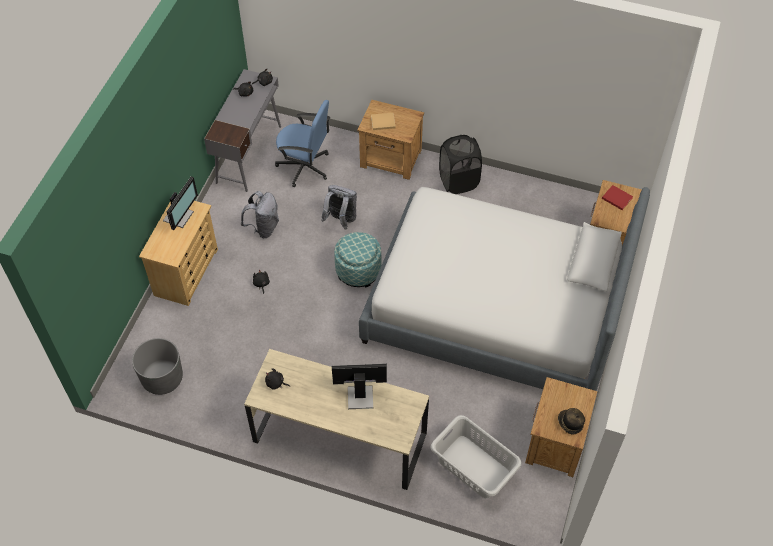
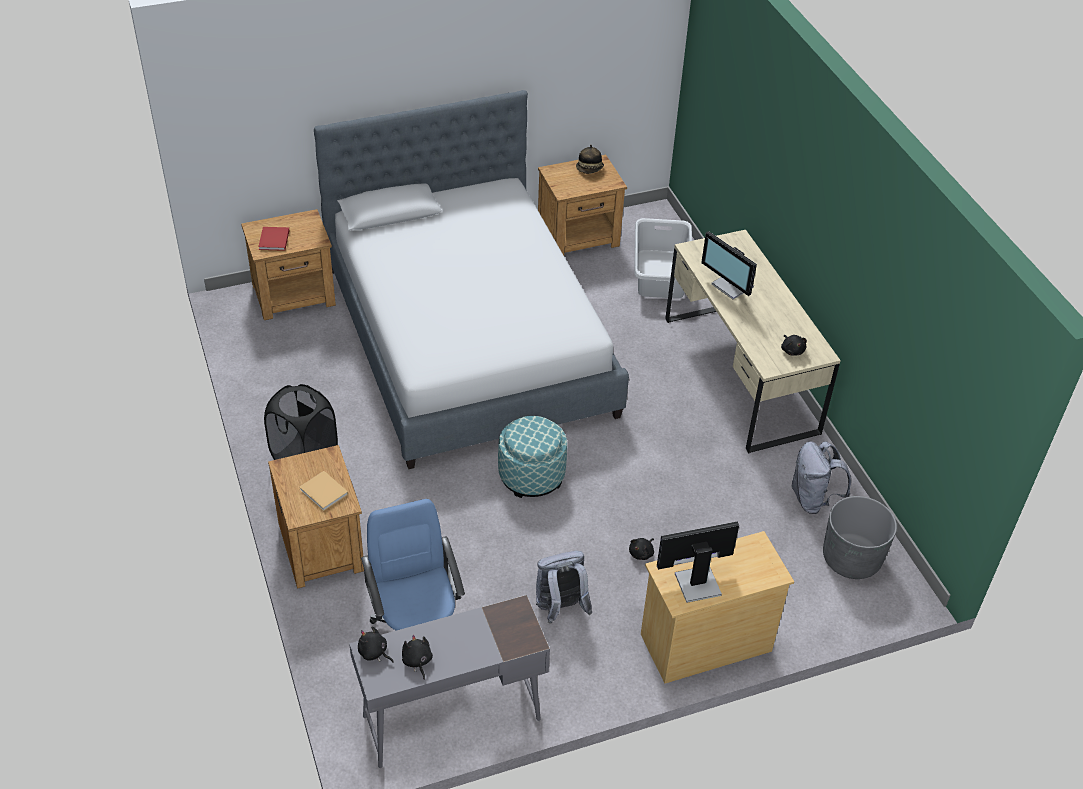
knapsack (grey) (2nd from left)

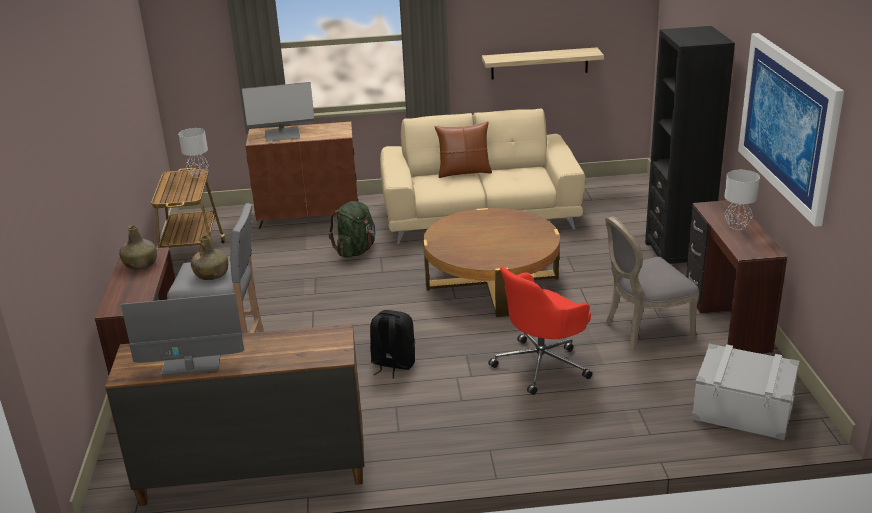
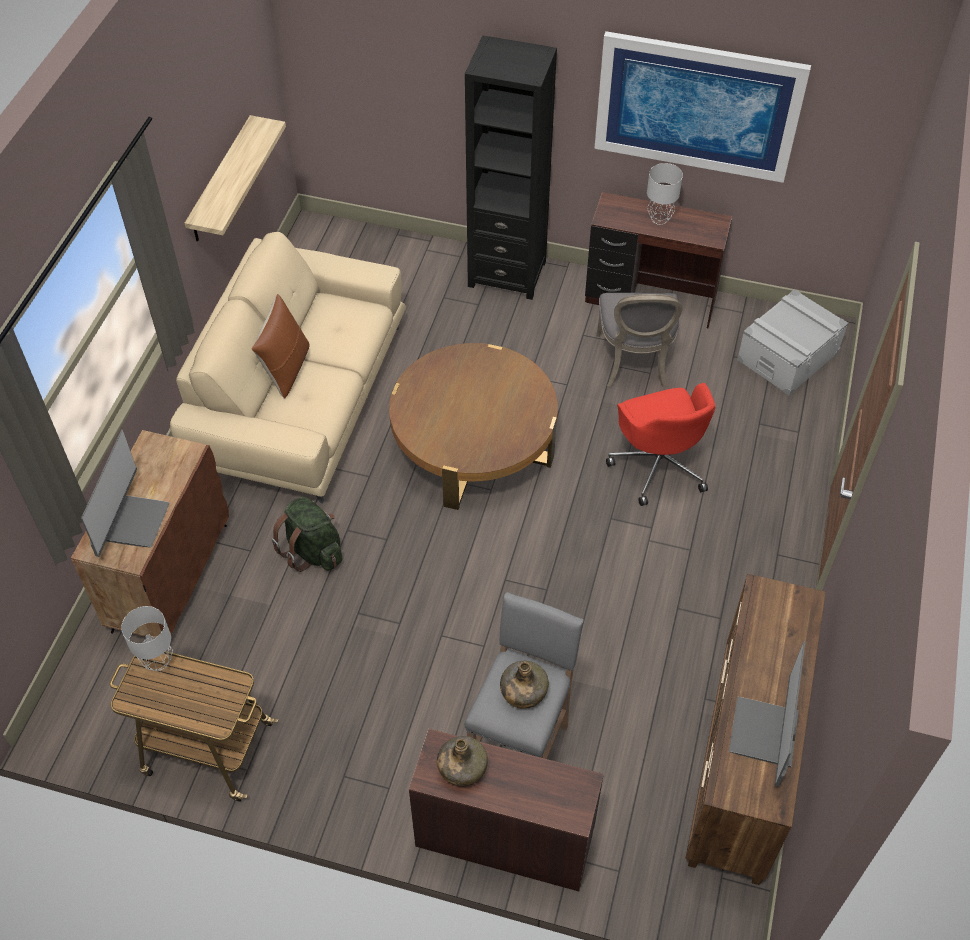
knapsack (black)

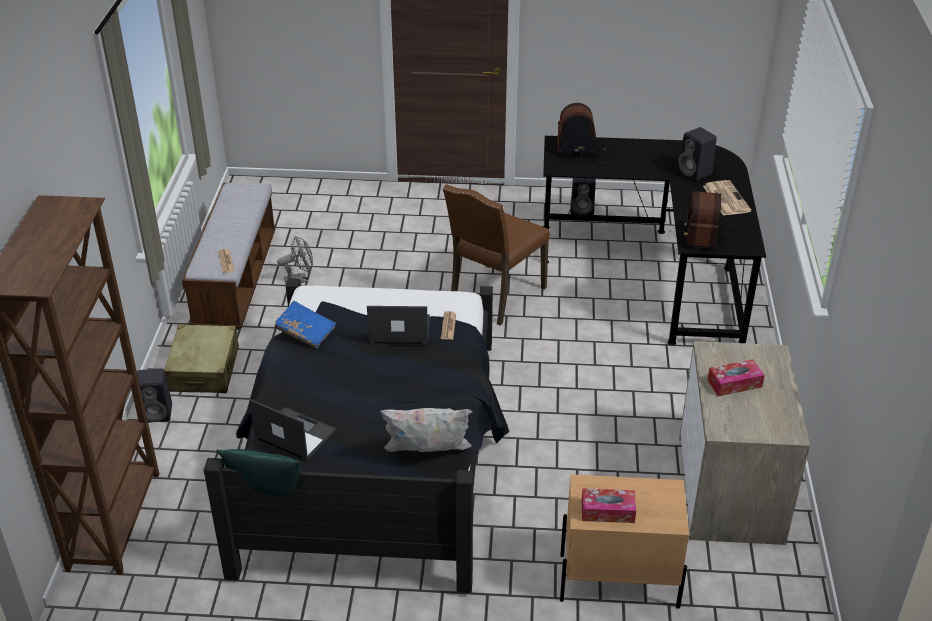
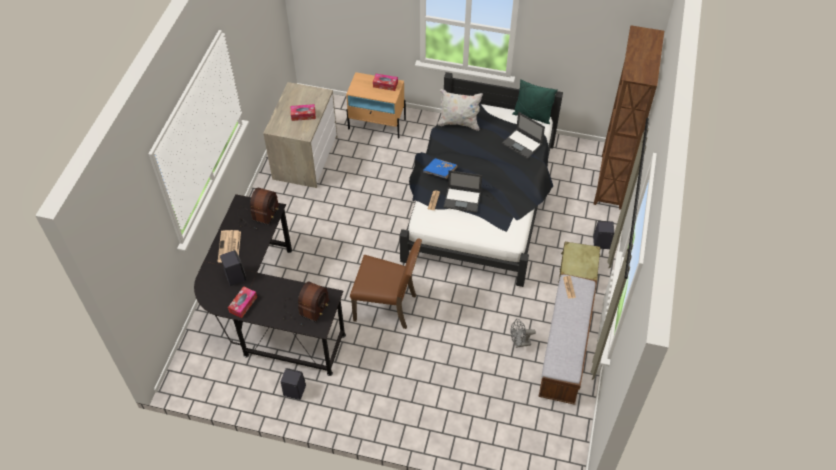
radio receiver (2nd from left)
plain chair (brown-coloured)
book (blue)
box of tissues (1st from left)

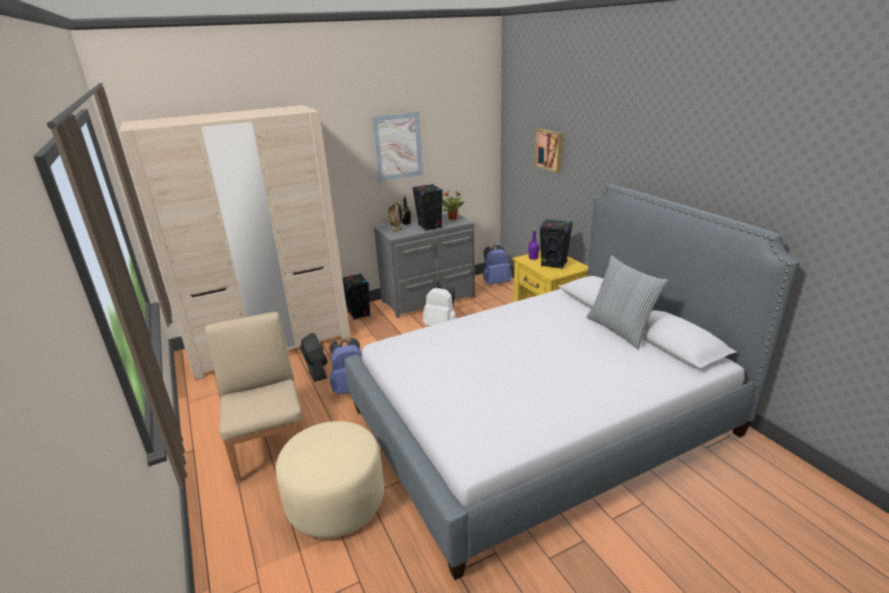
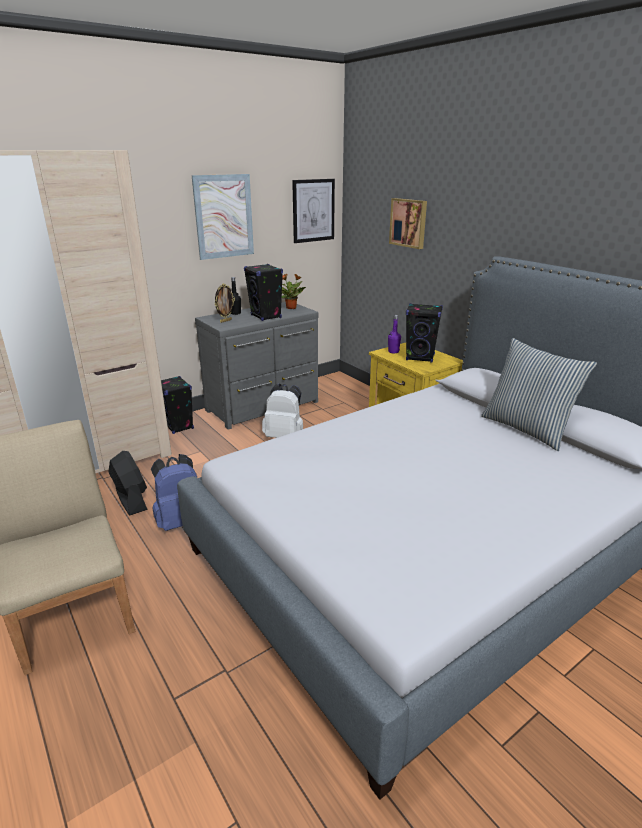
knapsack (blue) (2nd from left in the first image)
ottoman (beige)
picture (2nd from left)

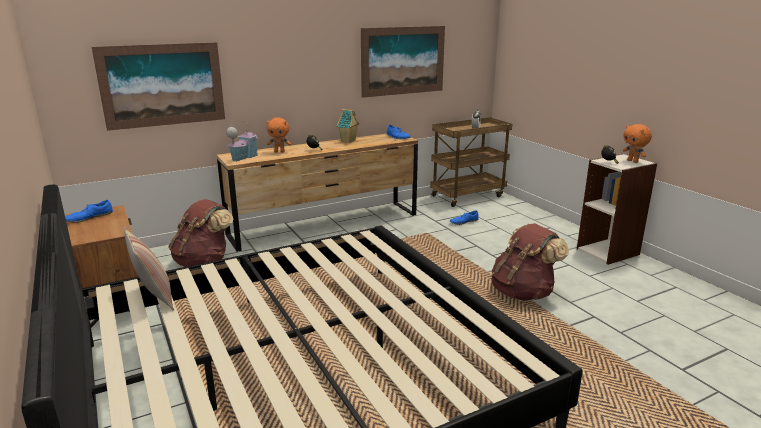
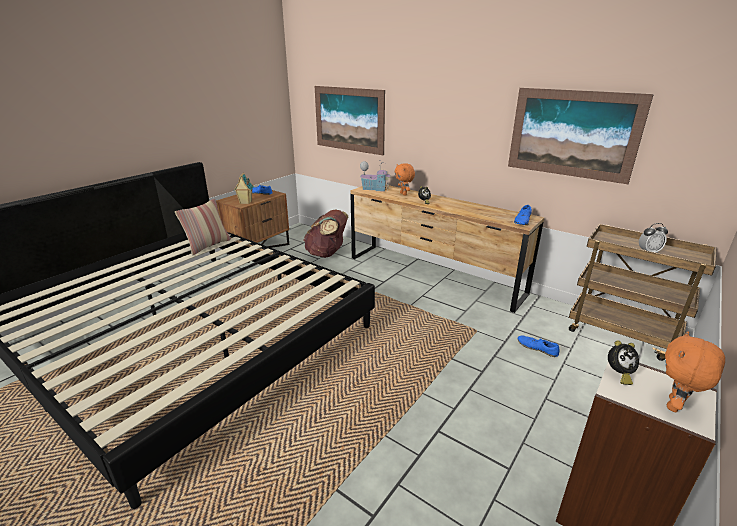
model house (1st from left)
knapsack (brown-coloured) (2nd from left in the first image)

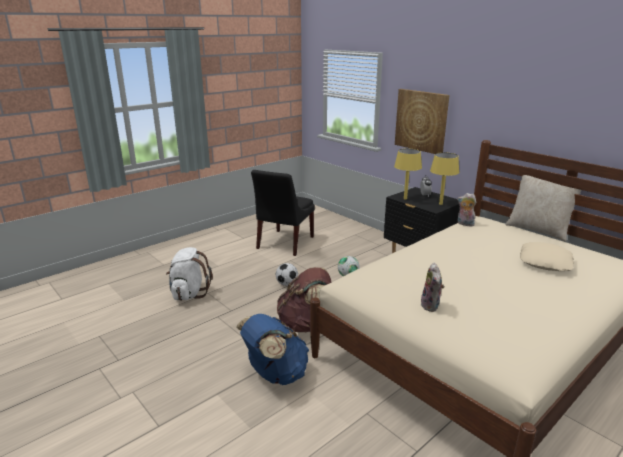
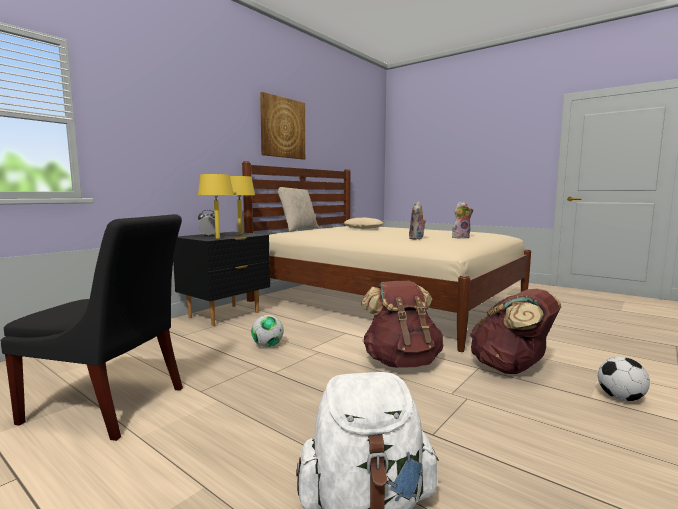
picture
plush toy (1st from left)
ball for football (2nd from left)
knapsack (brown-coloured) (2nd from left)

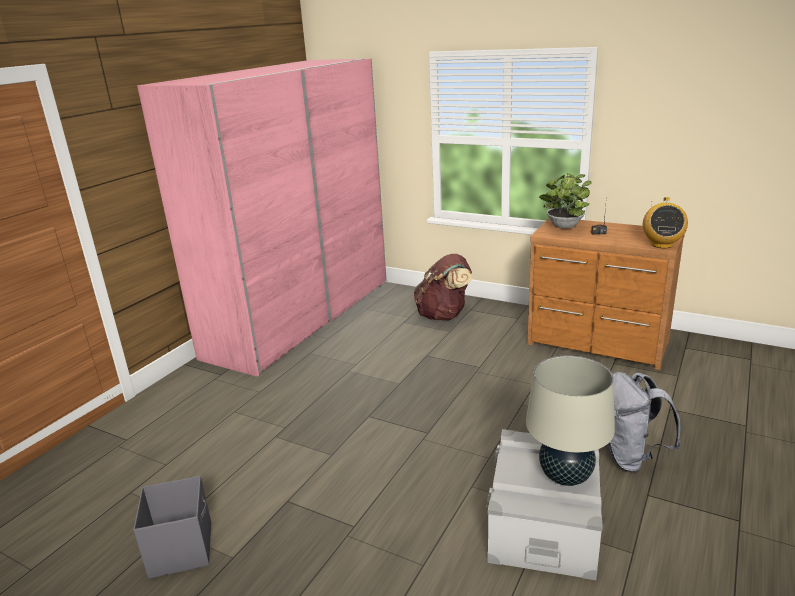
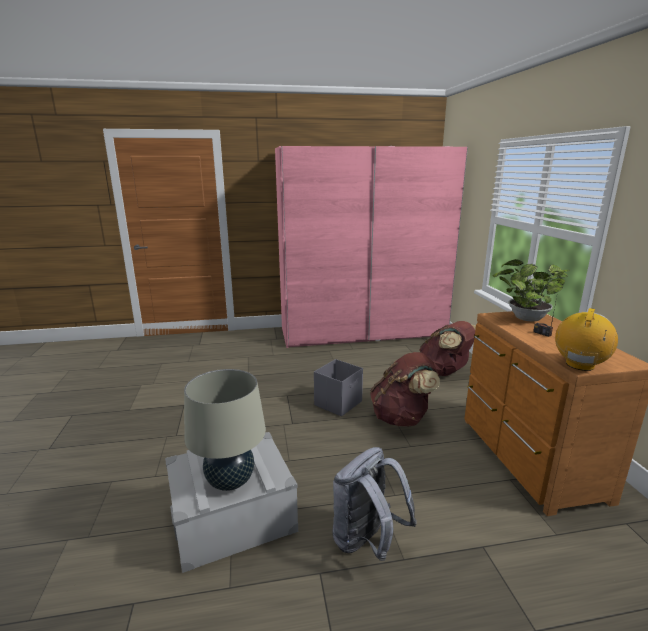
radio receiver (2nd from left)
storage bin (grey) (2nd from left)
knapsack (brown-coloured) (1st from left)

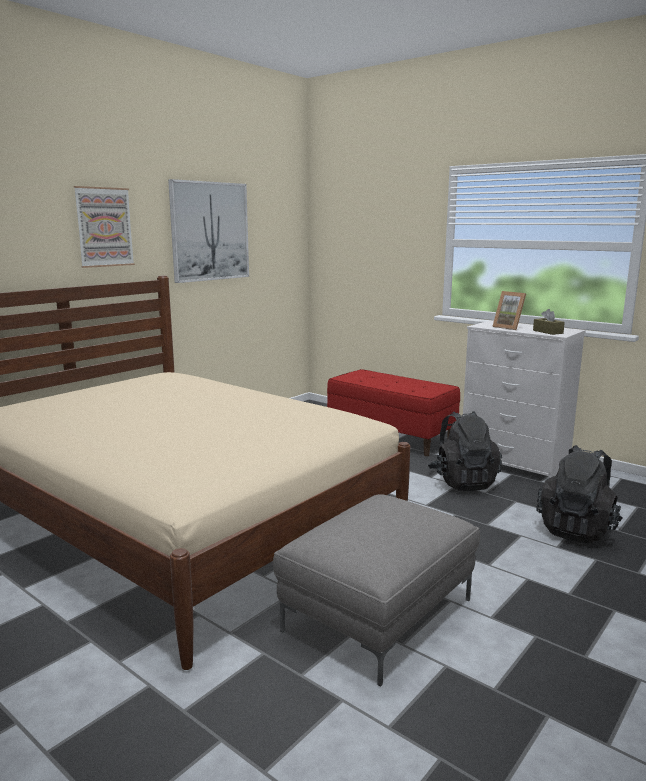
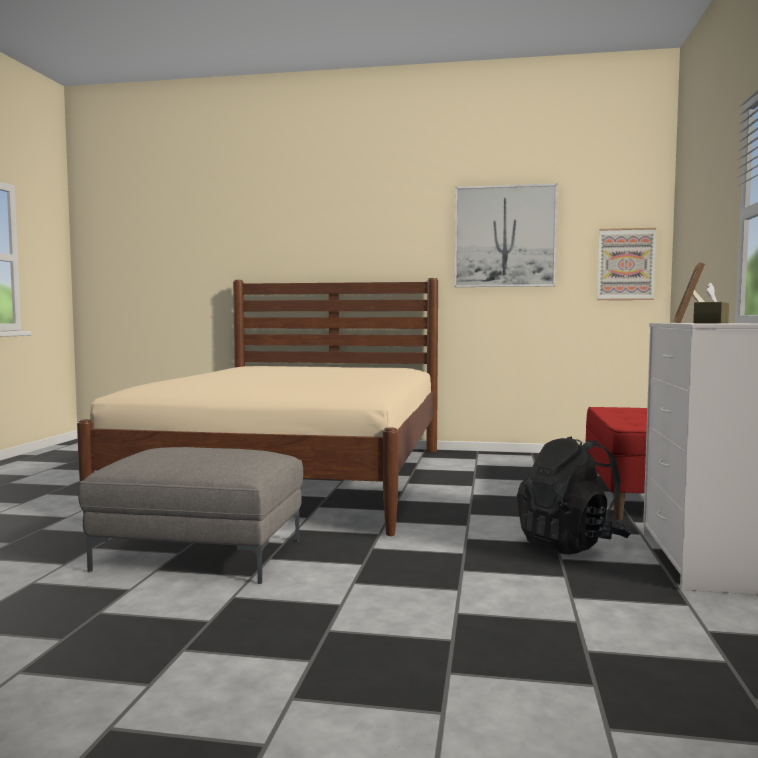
picture (2nd from left)
knapsack (black) (2nd from left in the first image)

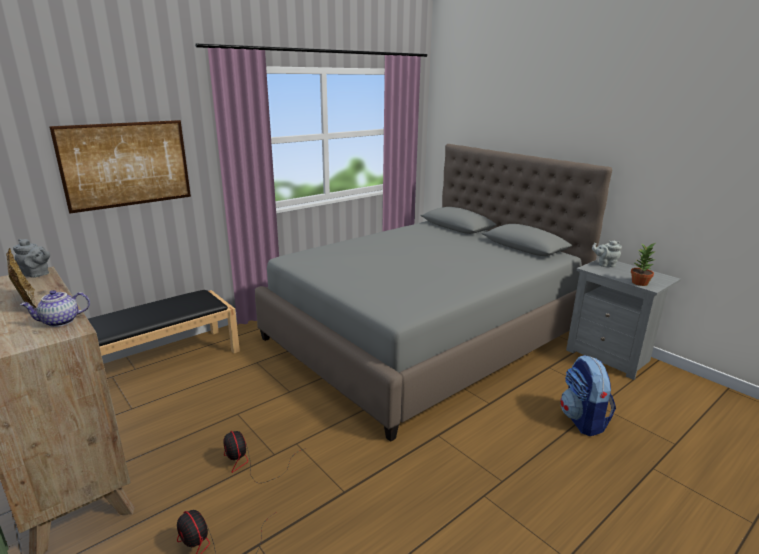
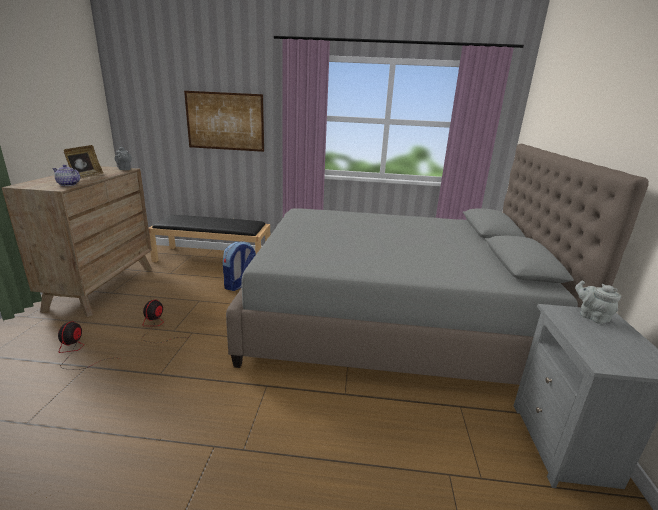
plant in a pot
knapsack

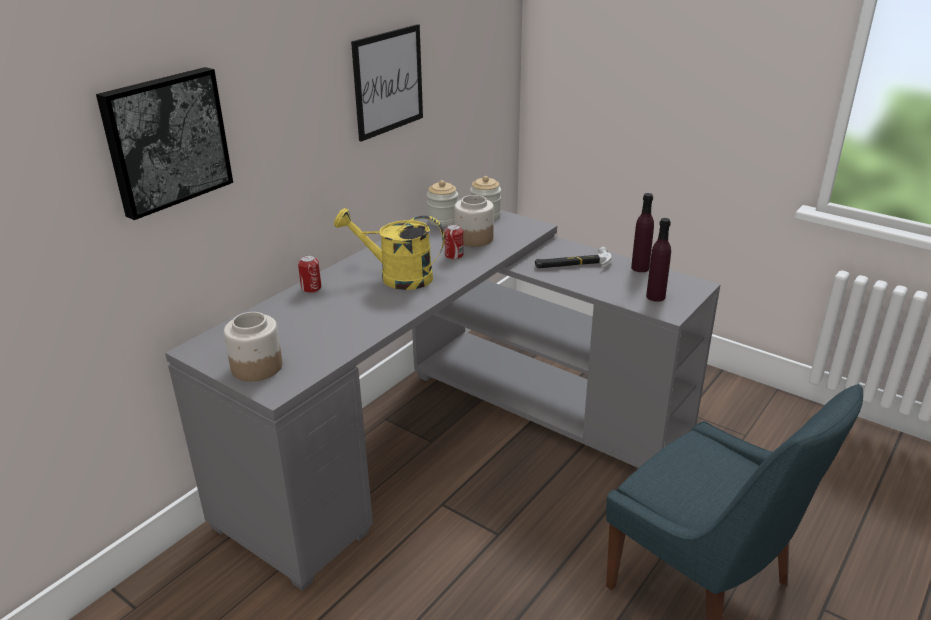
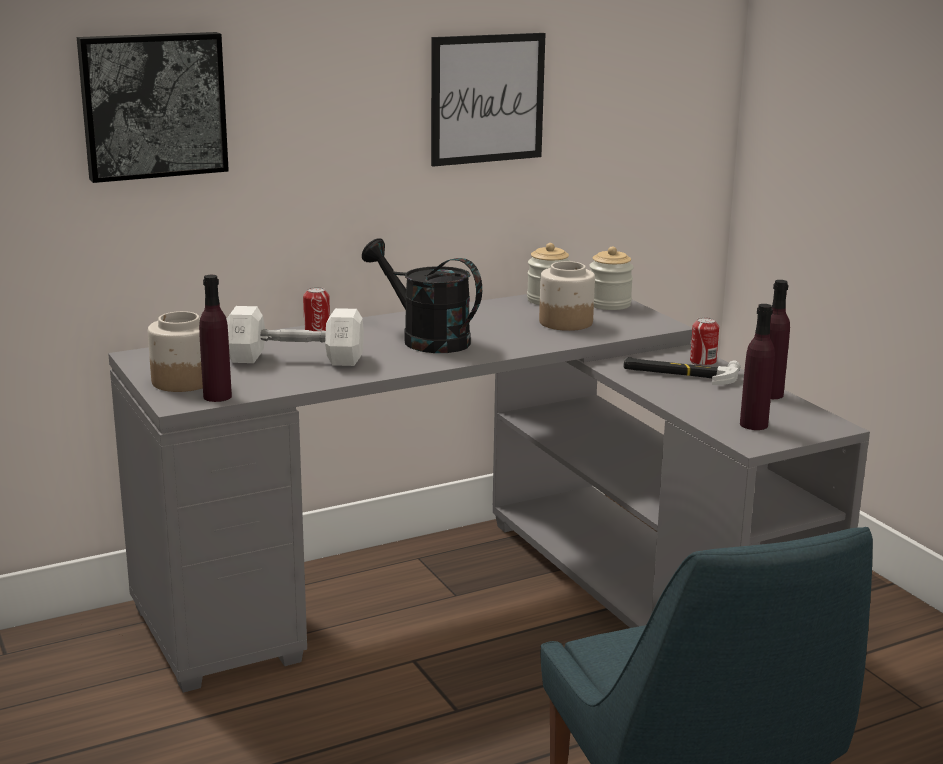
sprinkling can (black)
can (2nd from left)
bottle (purple) (1st from left)
free weight (white)

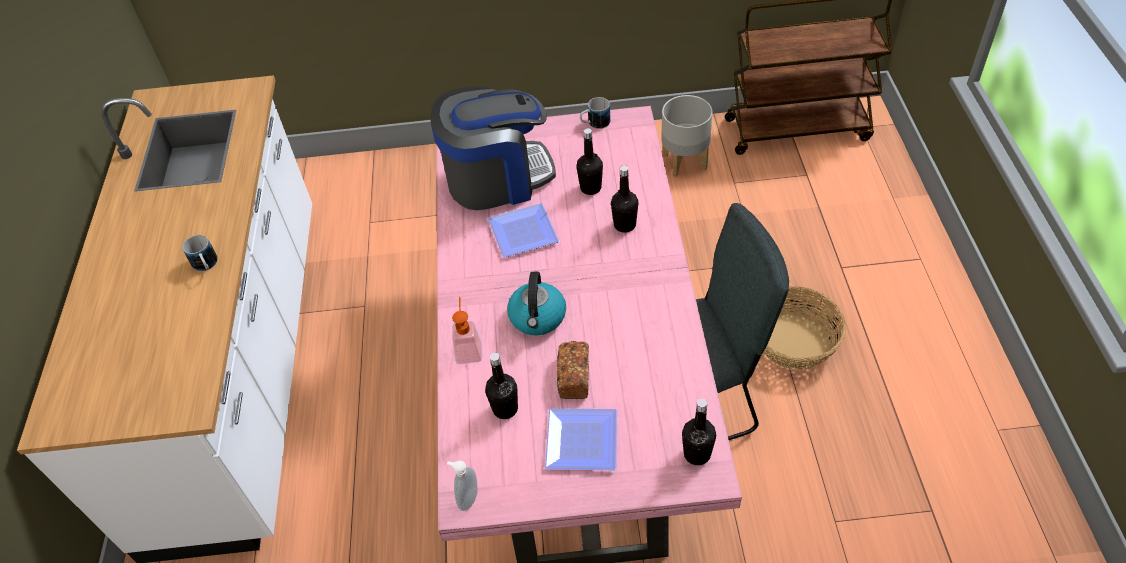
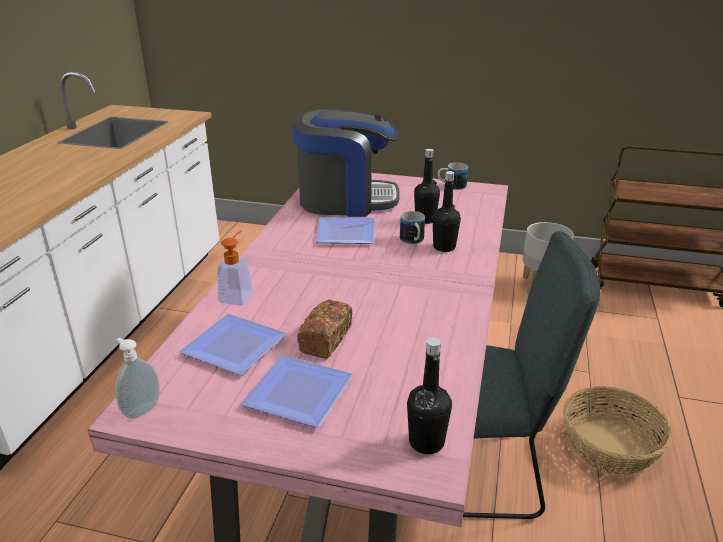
coffee mug (1st from left)
tea kettle
flat dish (1st from left)

